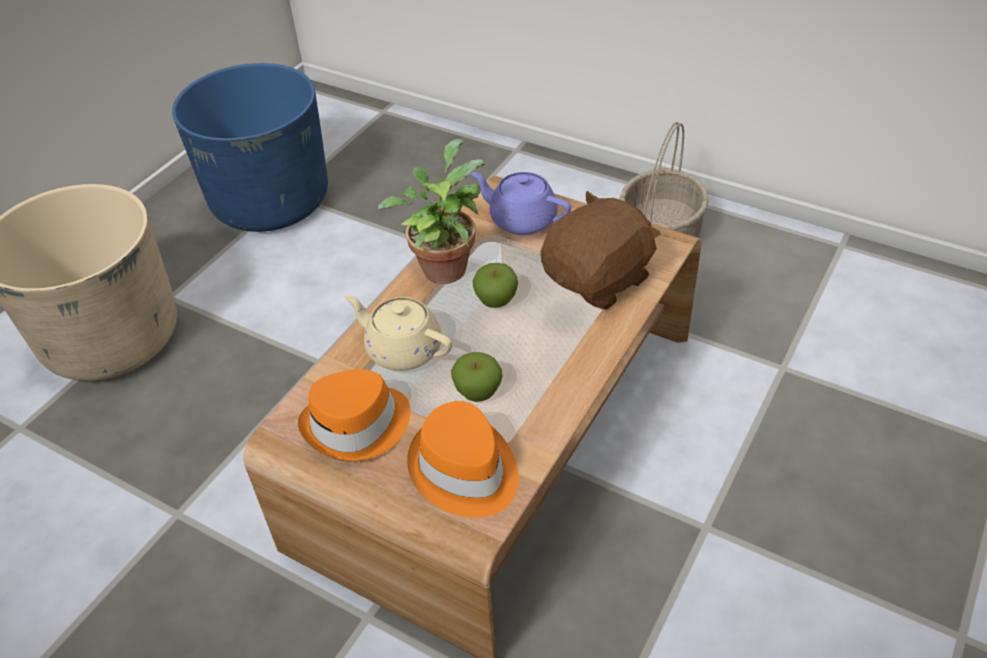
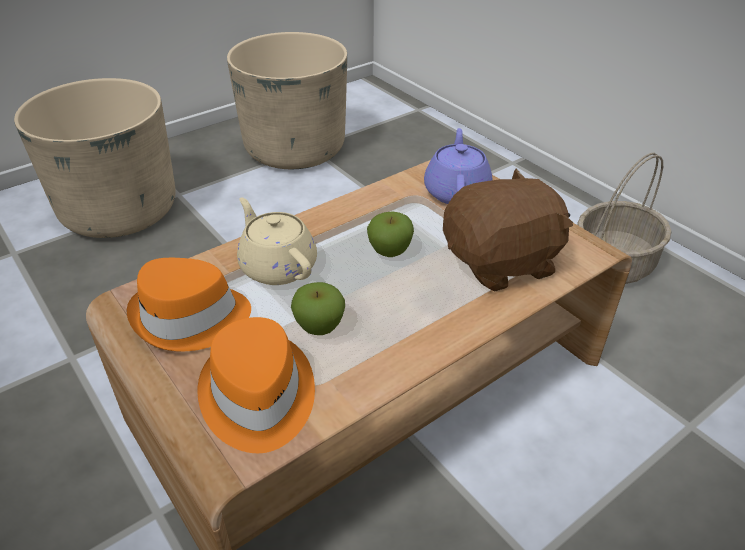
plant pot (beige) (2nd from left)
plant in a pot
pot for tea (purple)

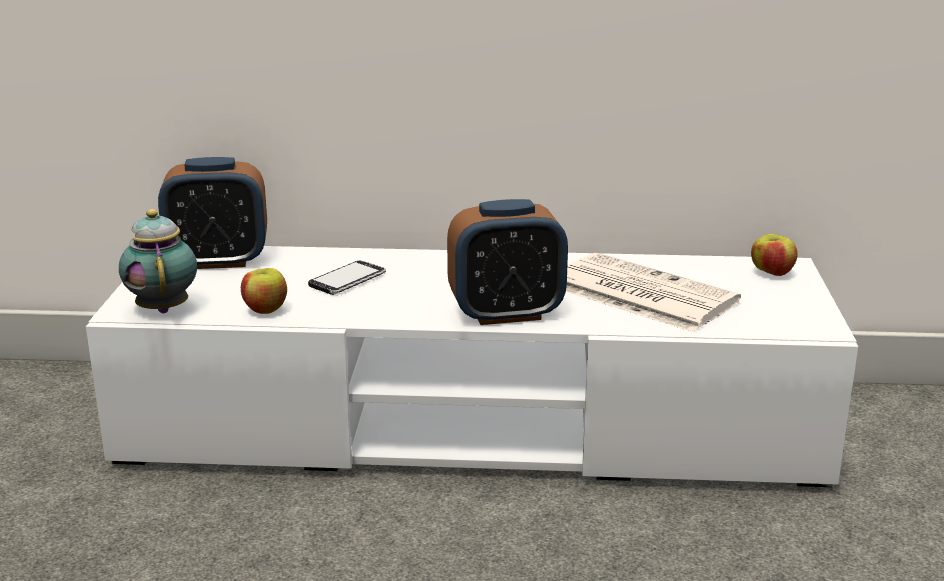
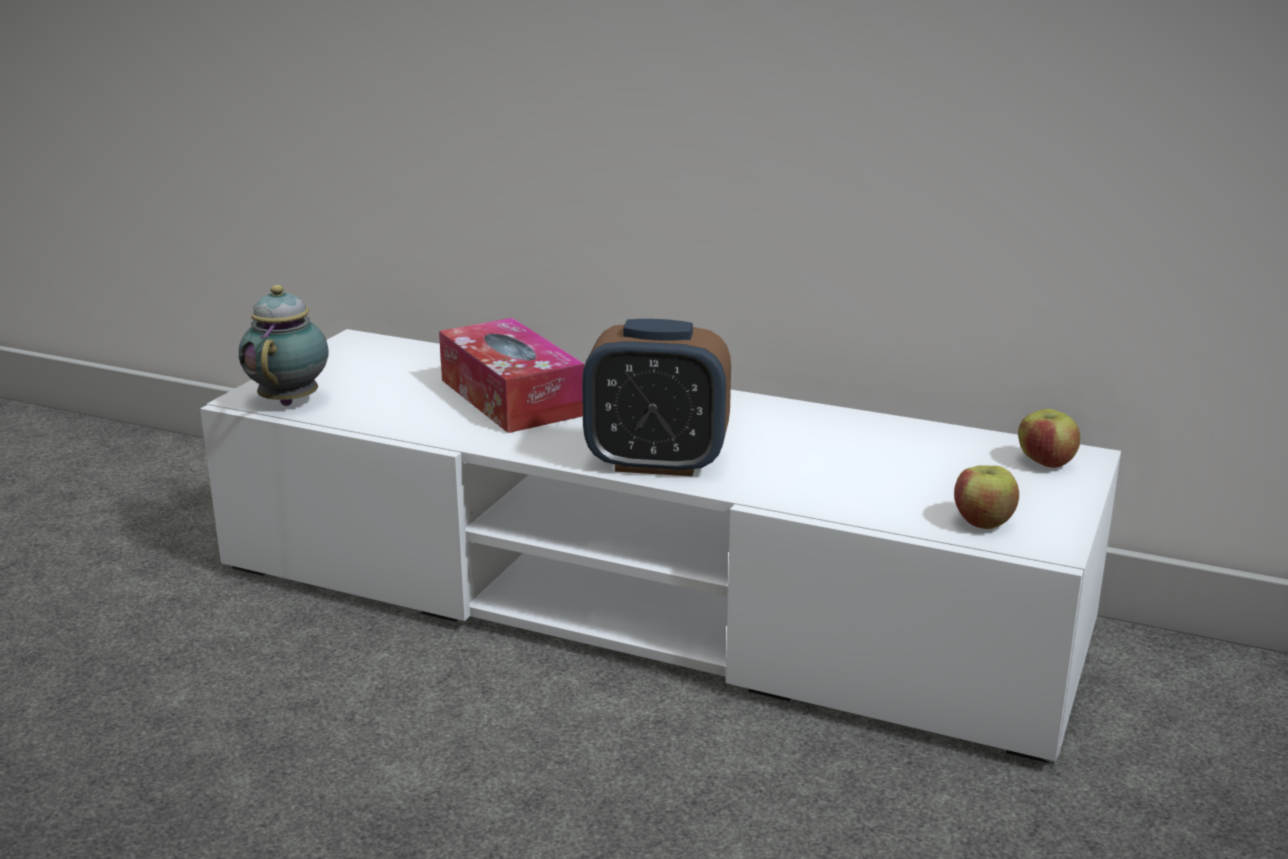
alarm clock (1st from left in the first image)
daily paper
box of tissues
apple (1st from left)

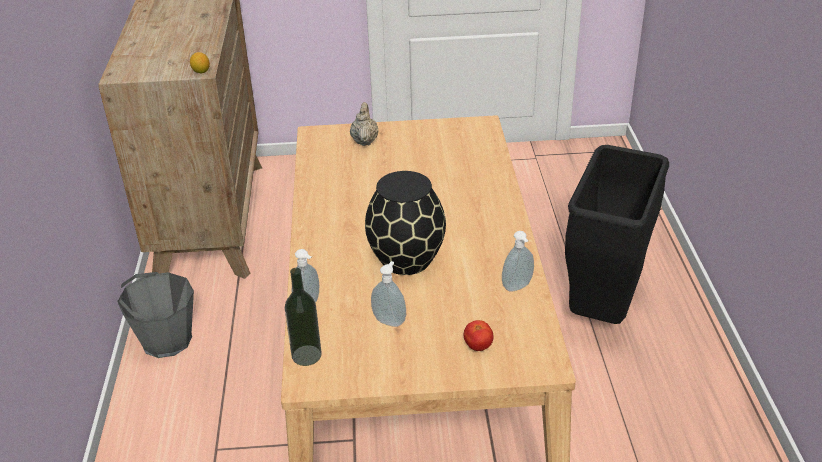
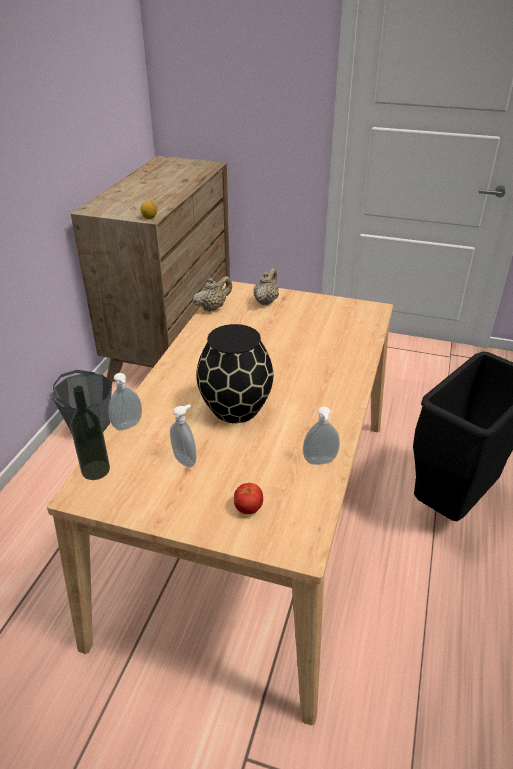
pot for tea (beige) (1st from left)

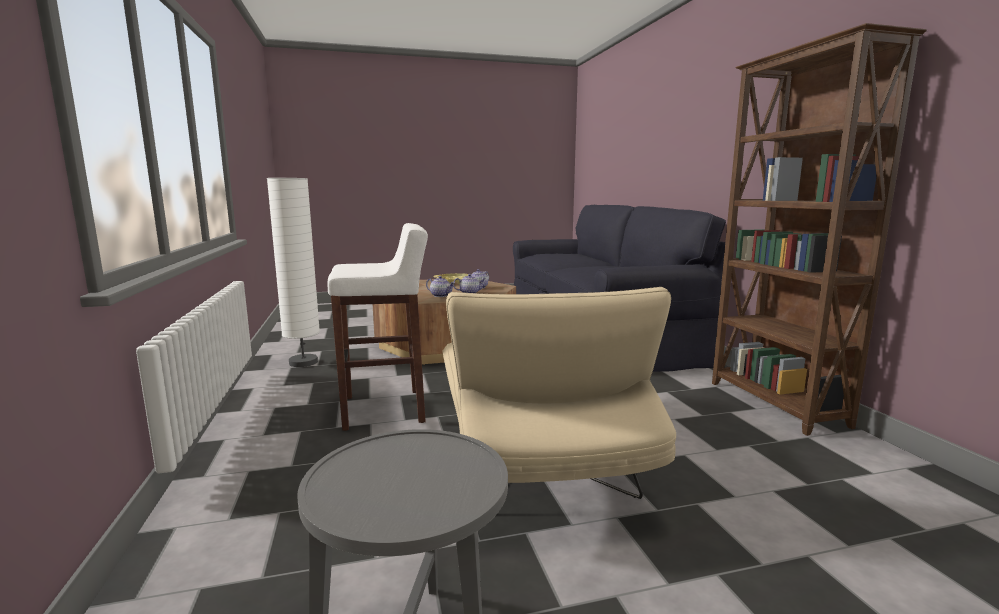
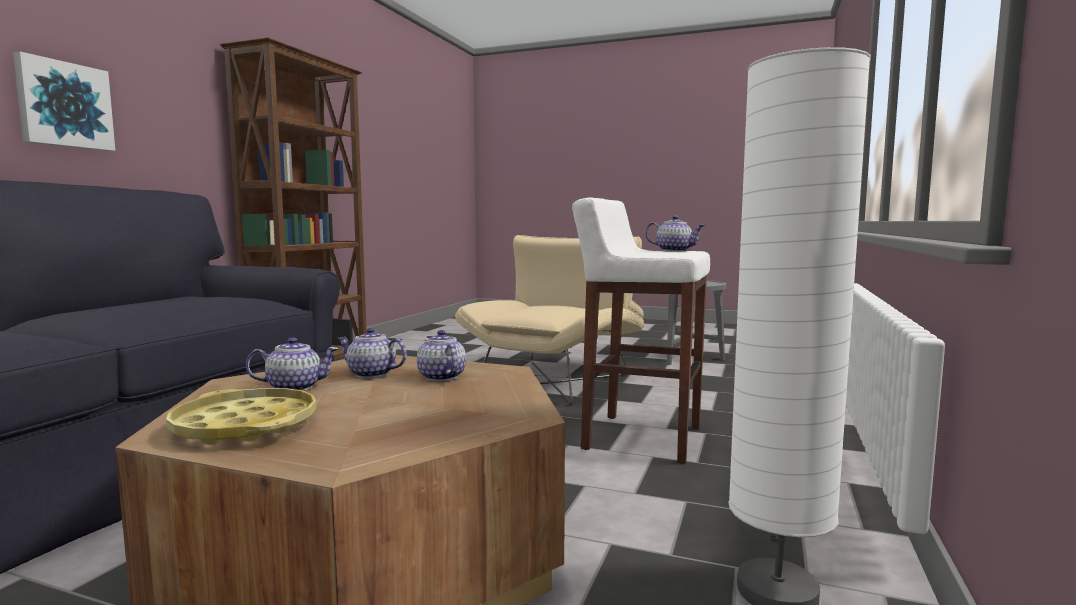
picture
pot for tea (4th from left)

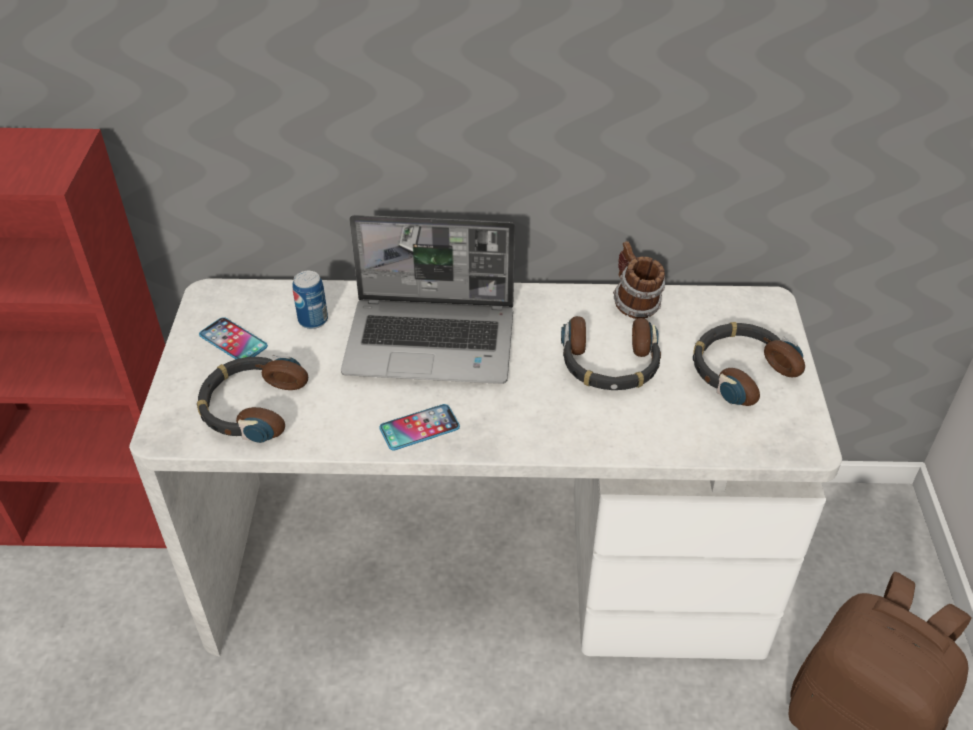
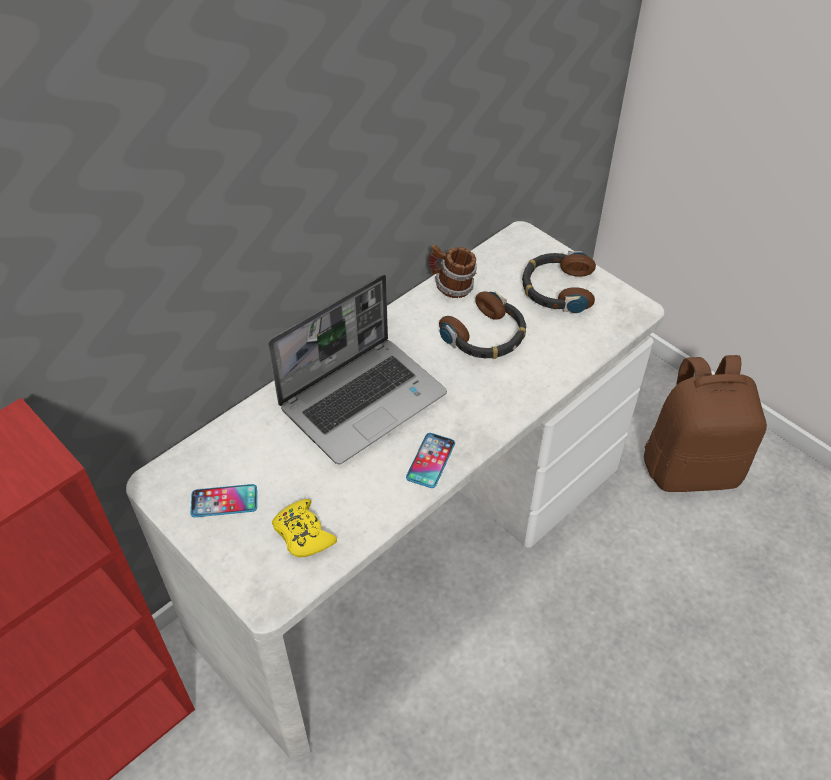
can
game controller (yellowish)

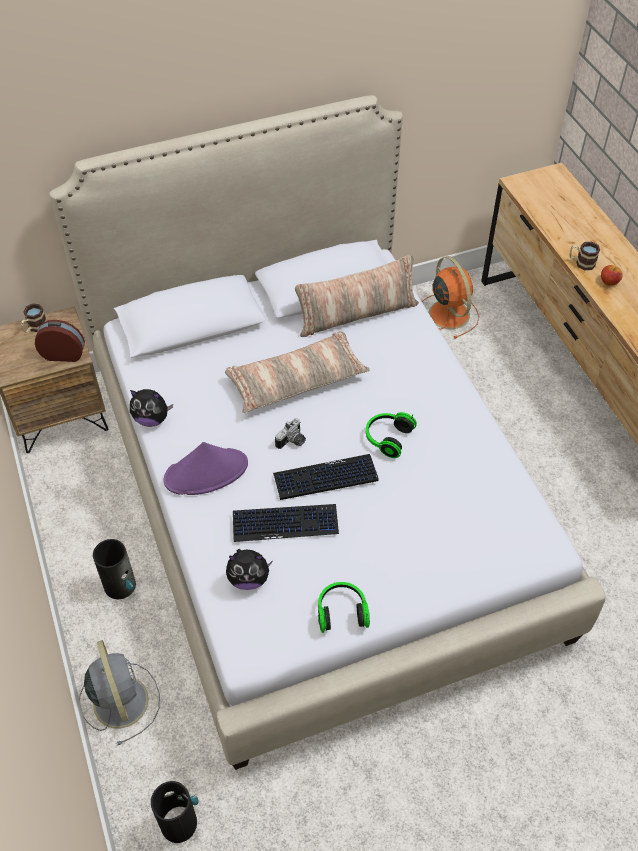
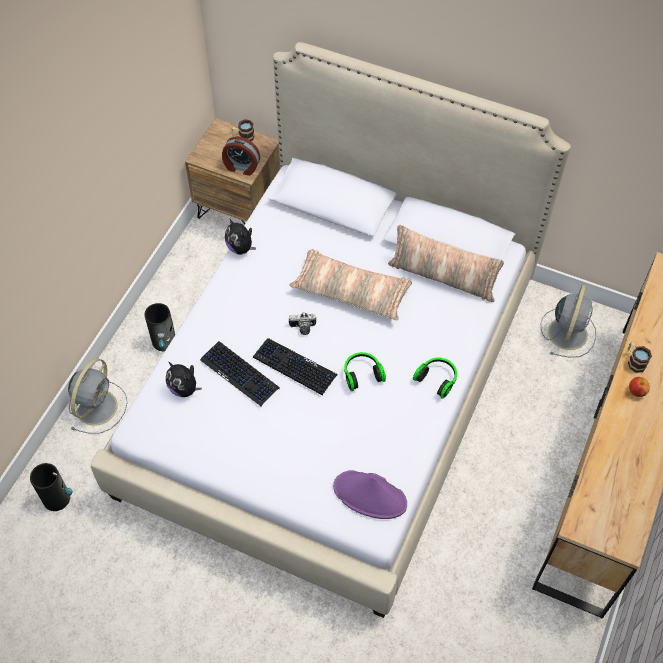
cooling fan (grey) (2nd from left)
alarm clock
clothing hat (purple)
headset (2nd from left)

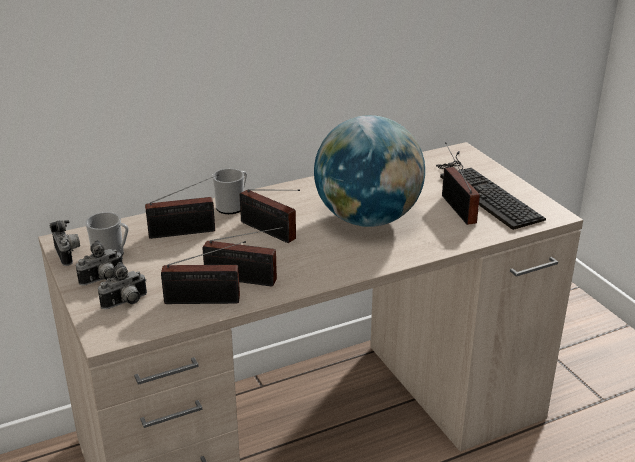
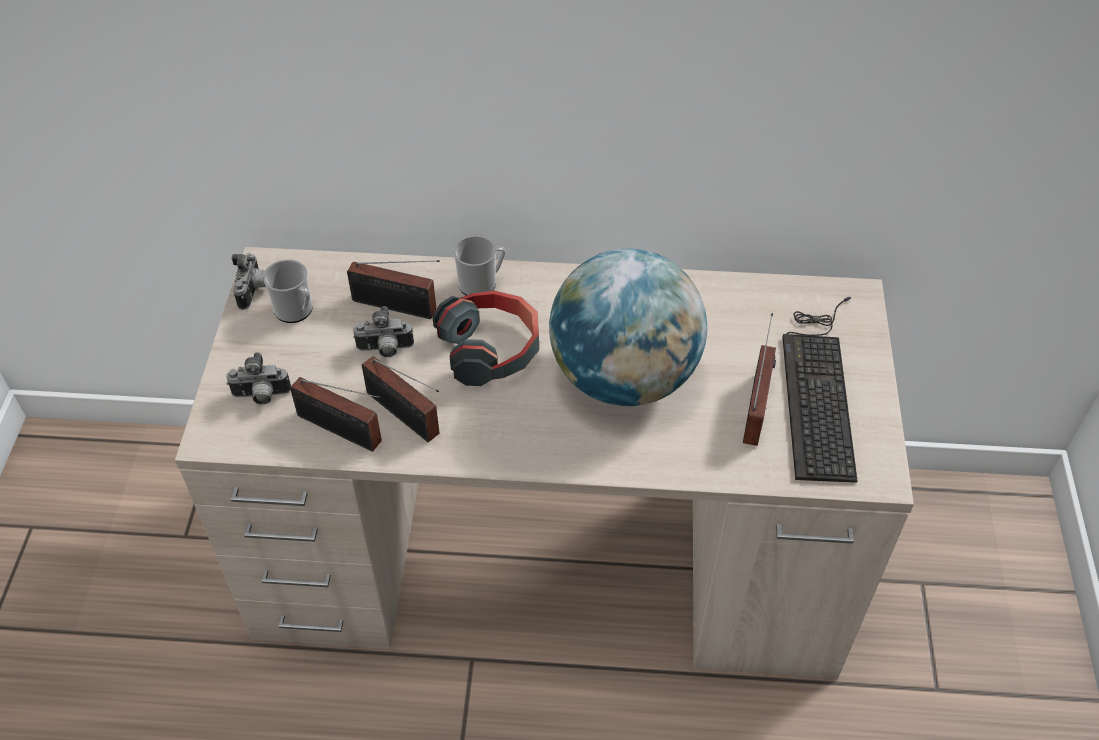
headset
photo camera (3rd from left)

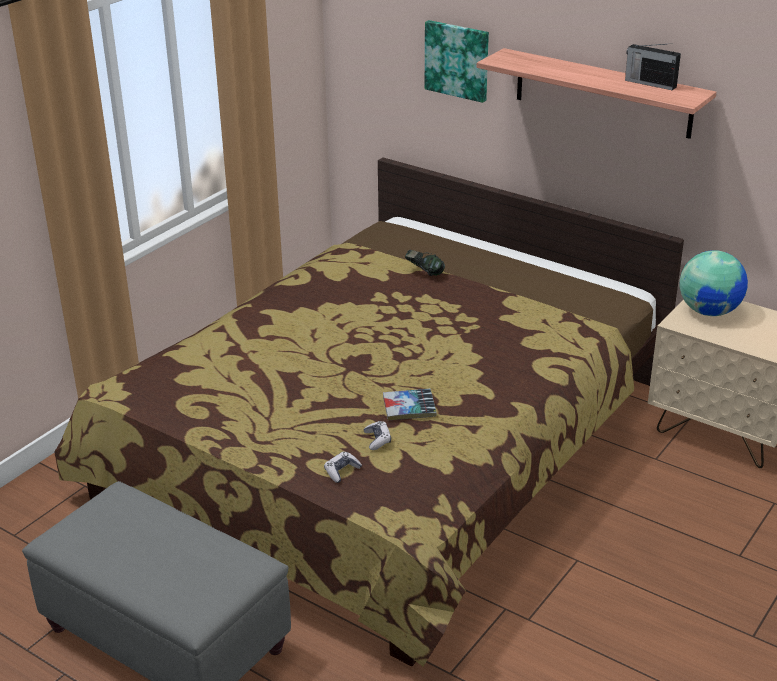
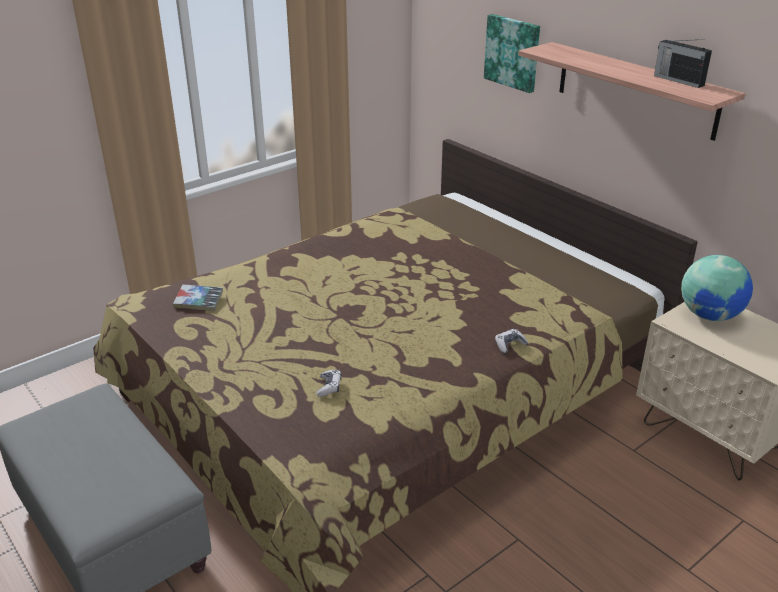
headset
book
game controller (2nd from left)

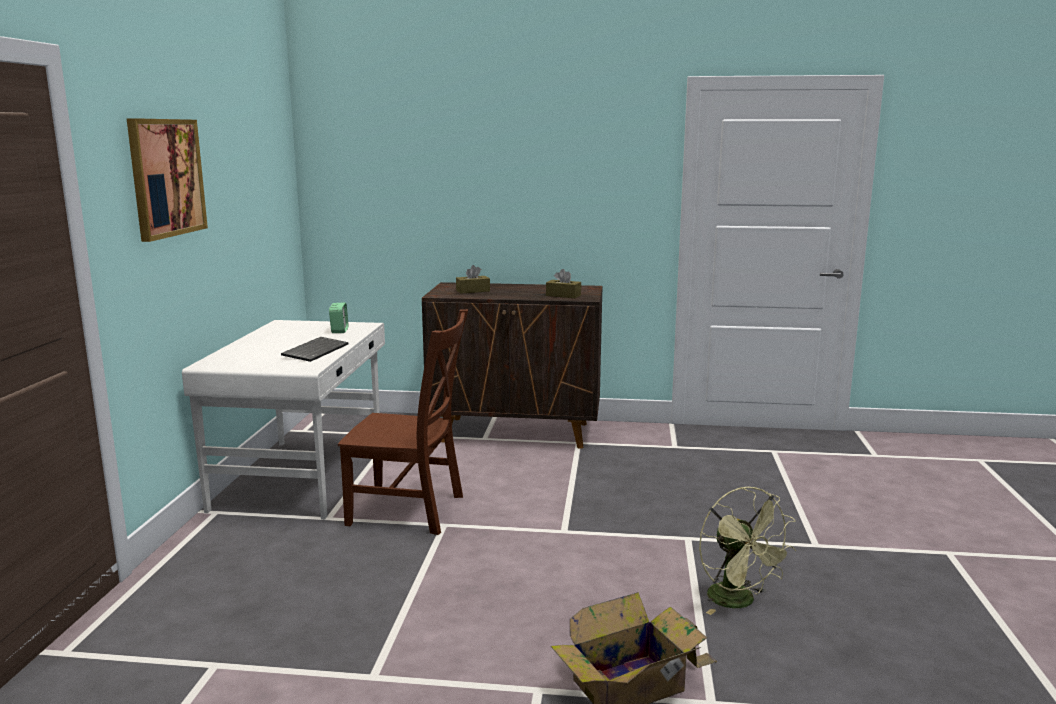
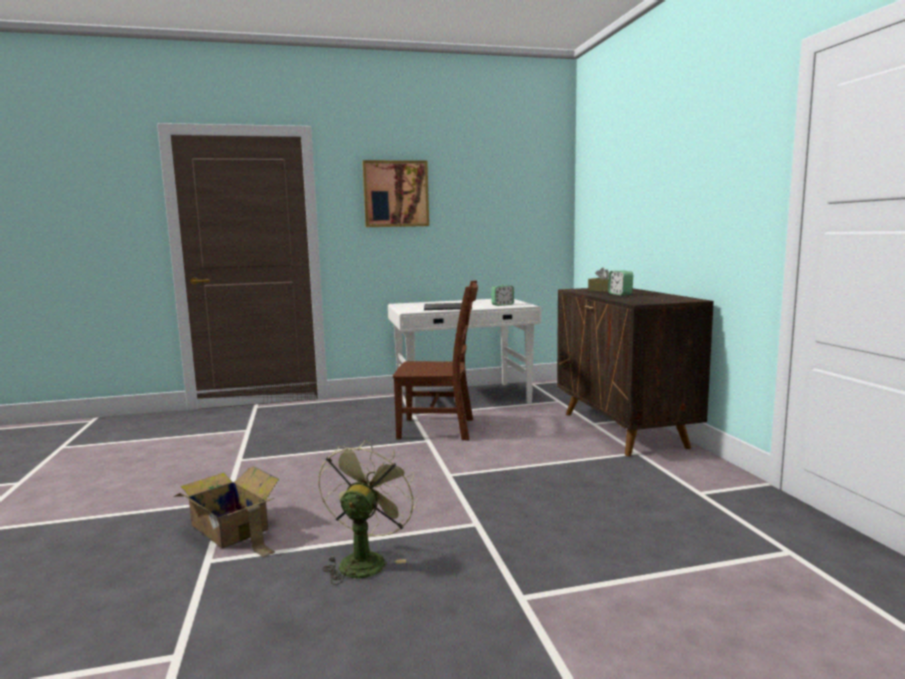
box of tissues (brown-coloured) (2nd from left in the first image)
plain chair (brown-coloured)
cooling fan (green)
alarm clock (2nd from left)

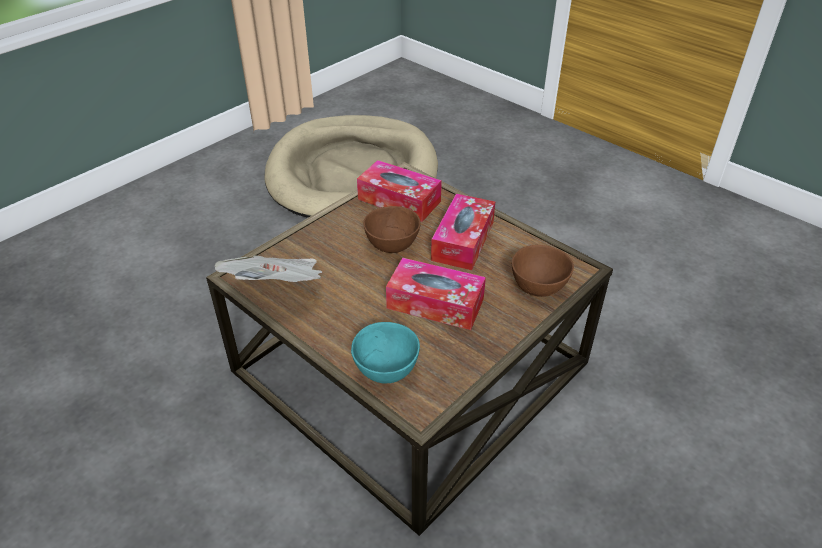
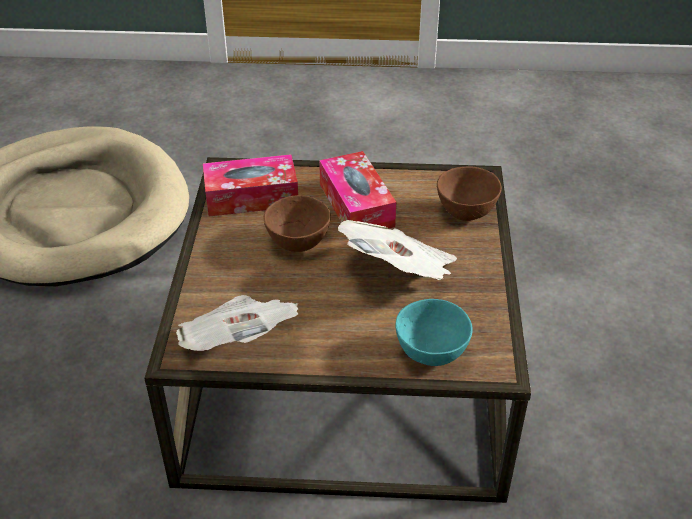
daily paper (2nd from left)

